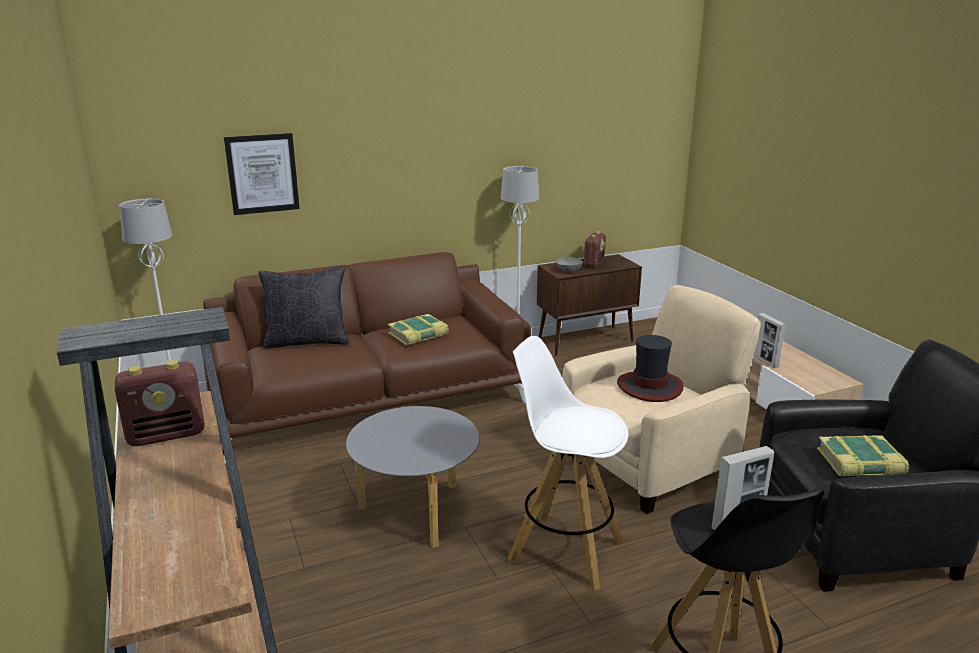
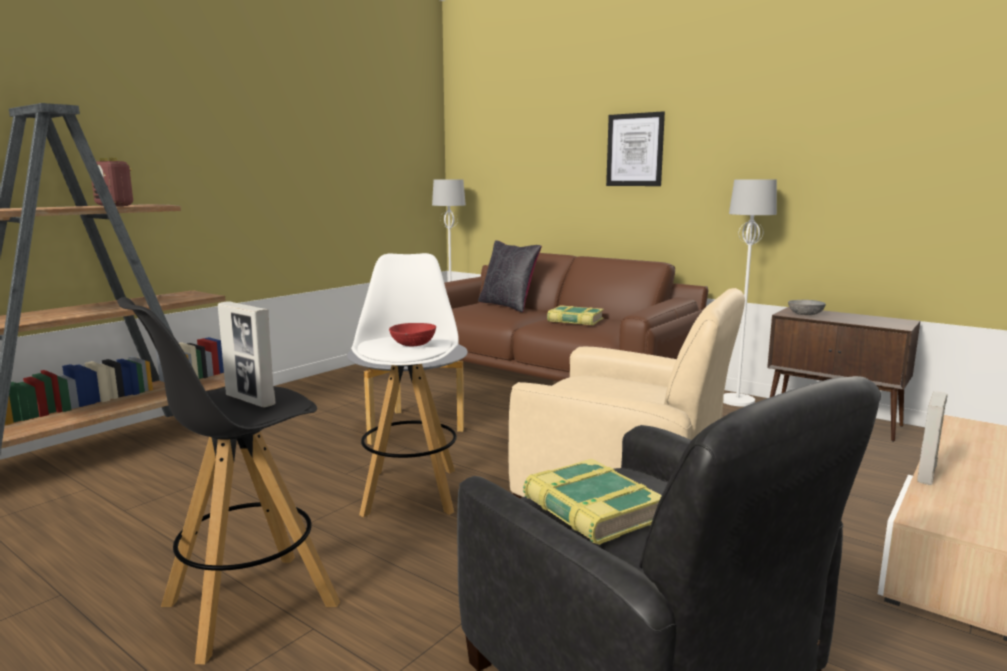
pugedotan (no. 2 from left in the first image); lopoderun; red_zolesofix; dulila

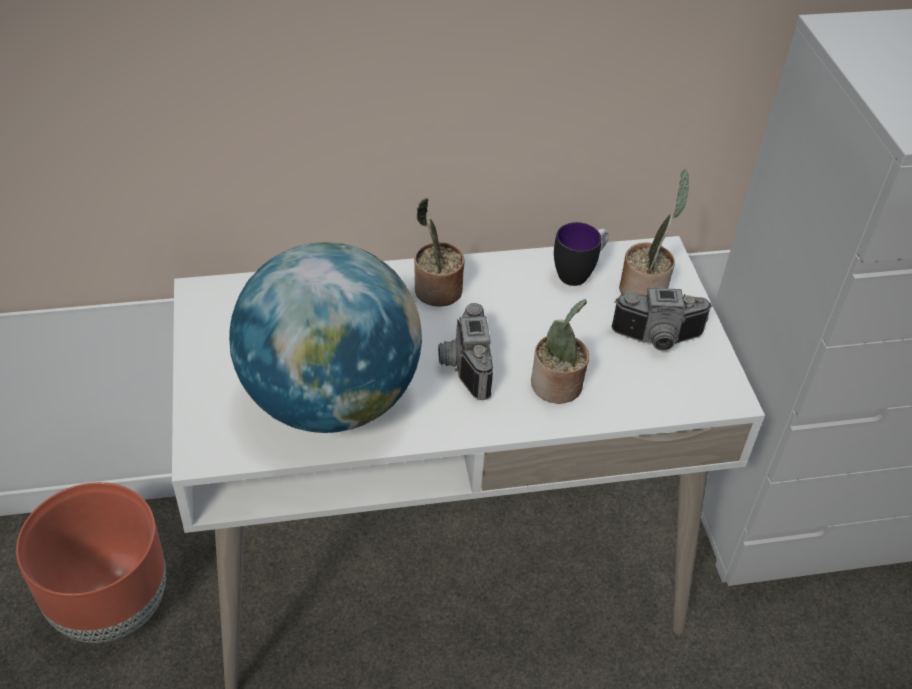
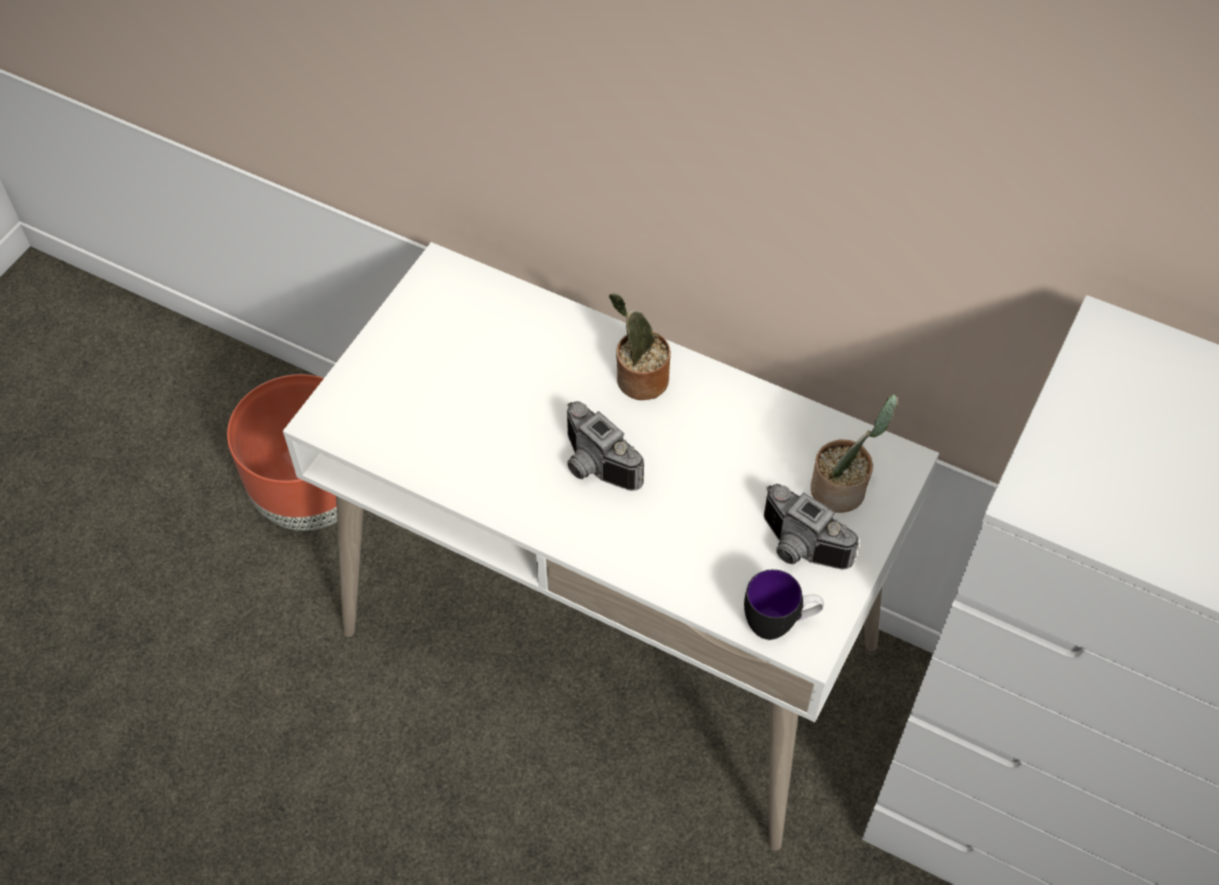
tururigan; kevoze (no. 2 from left in the first image); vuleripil; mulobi (no. 1 from left)

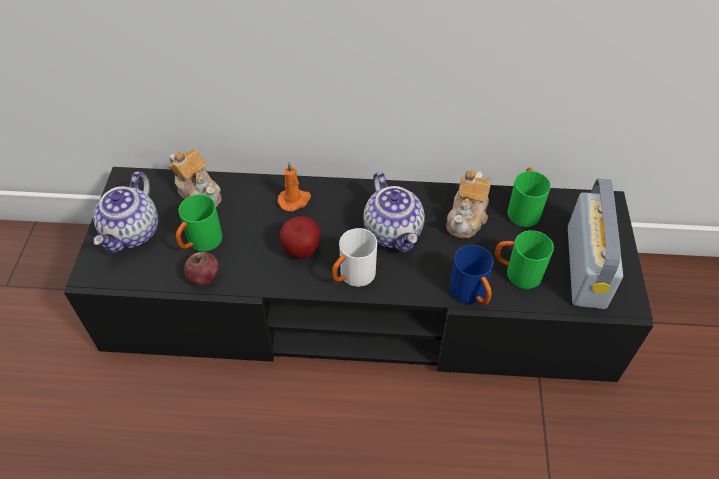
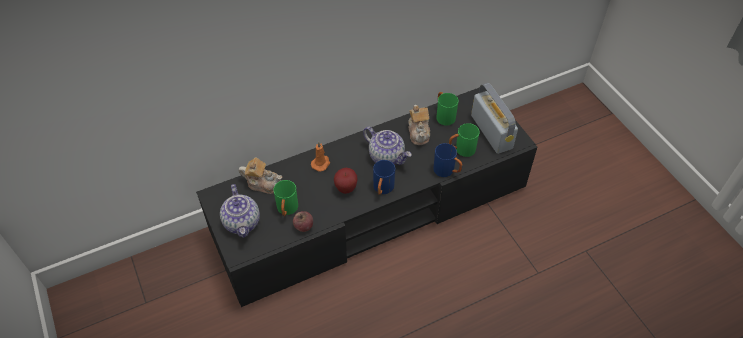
blue_vuleripil (no. 1 from left)

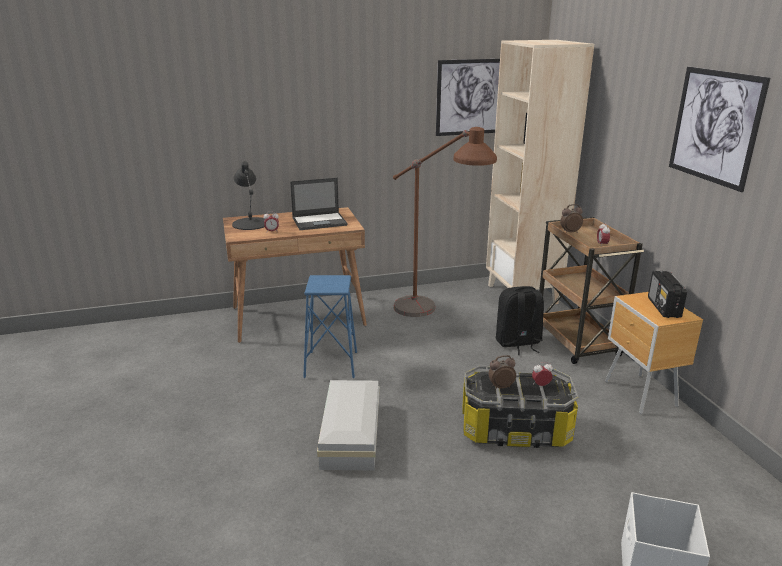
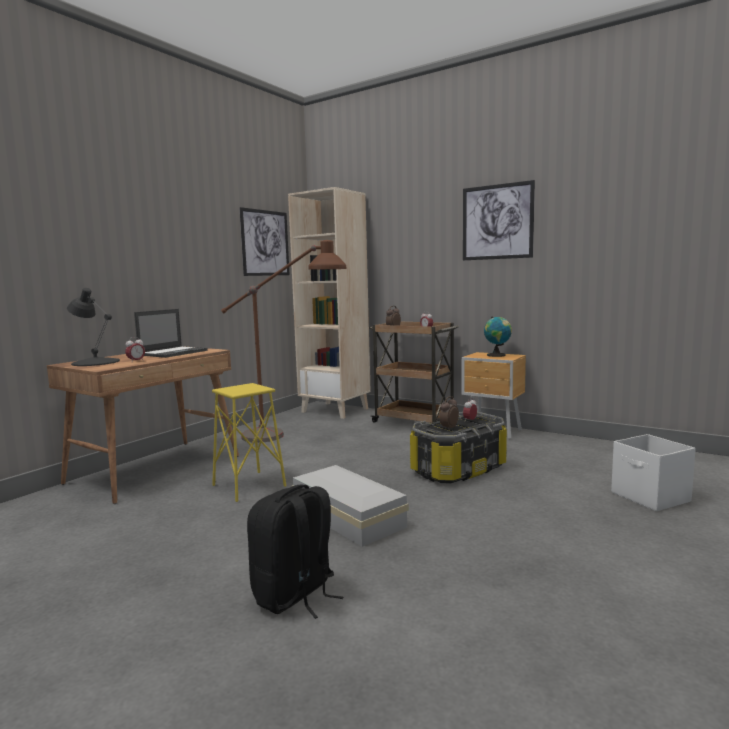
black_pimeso; tururigan; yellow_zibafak

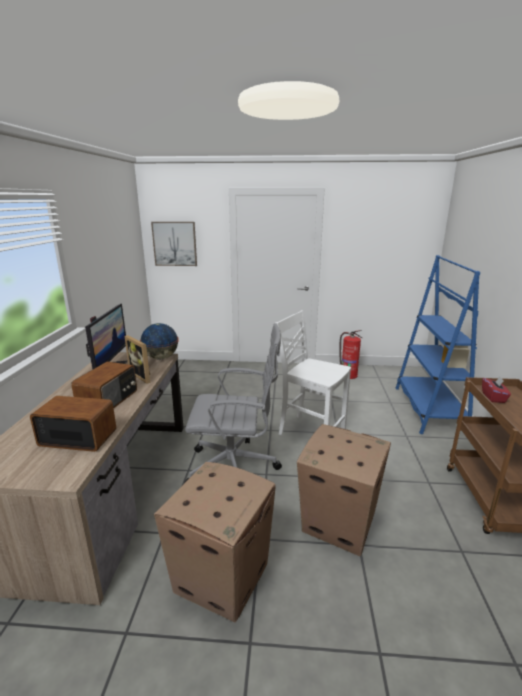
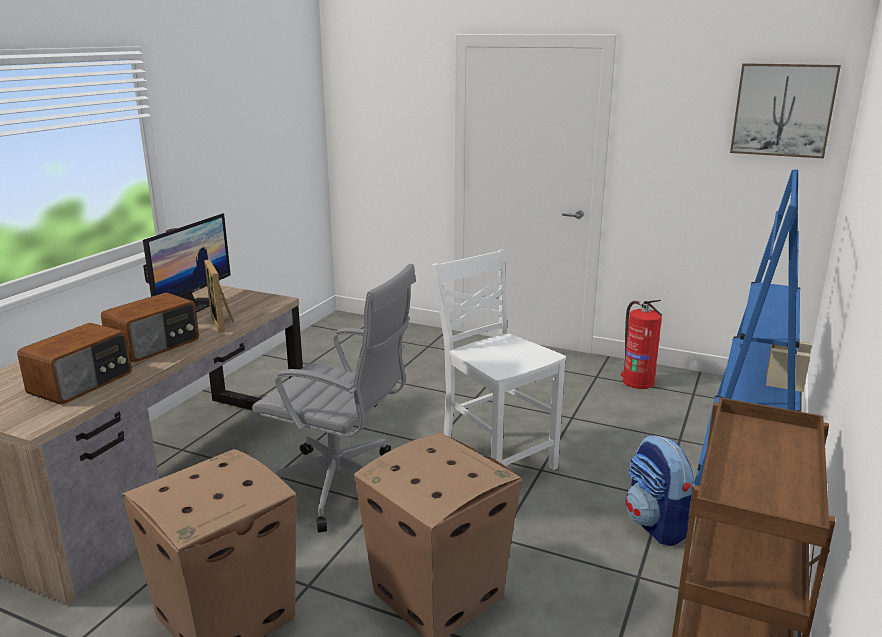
tururigan; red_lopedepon; pimeso; dulila; pugedotan (no. 1 from left)

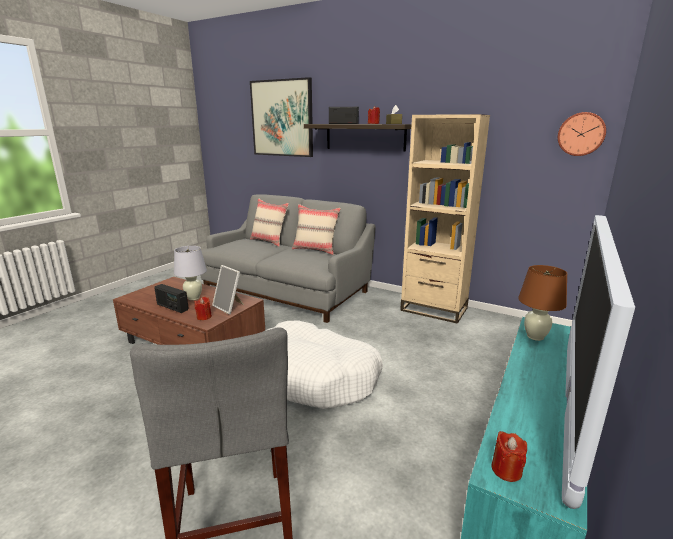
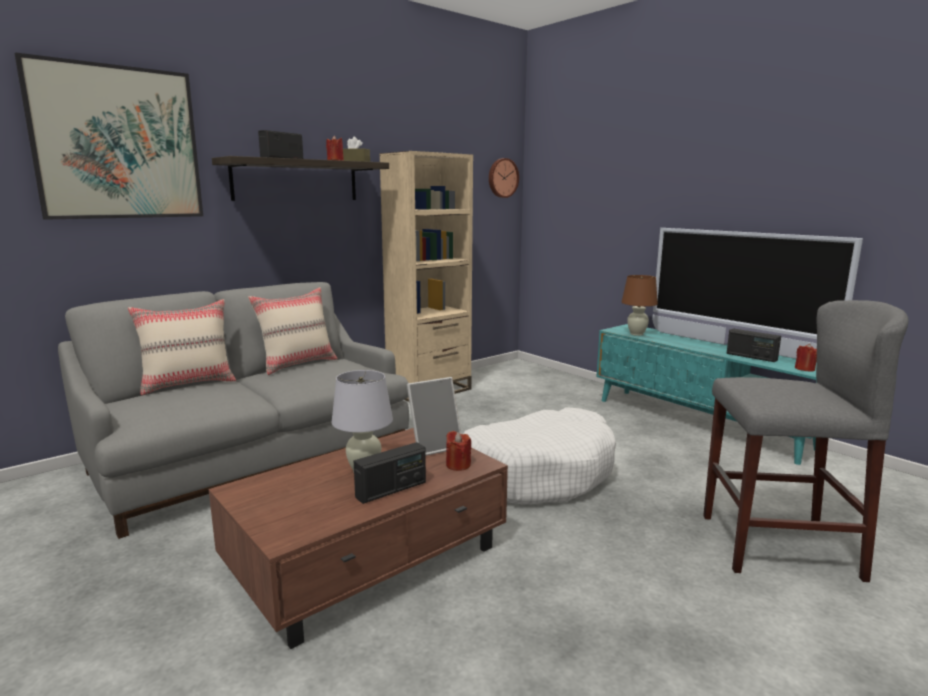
pugedotan (no. 3 from left)

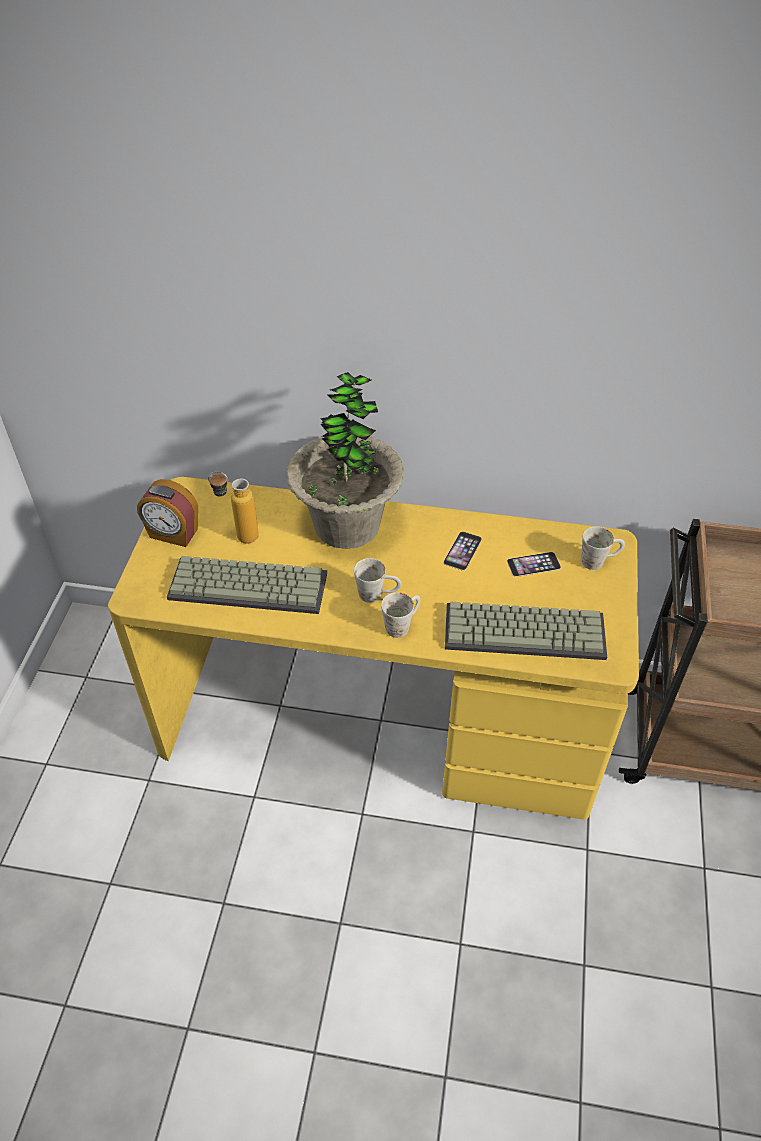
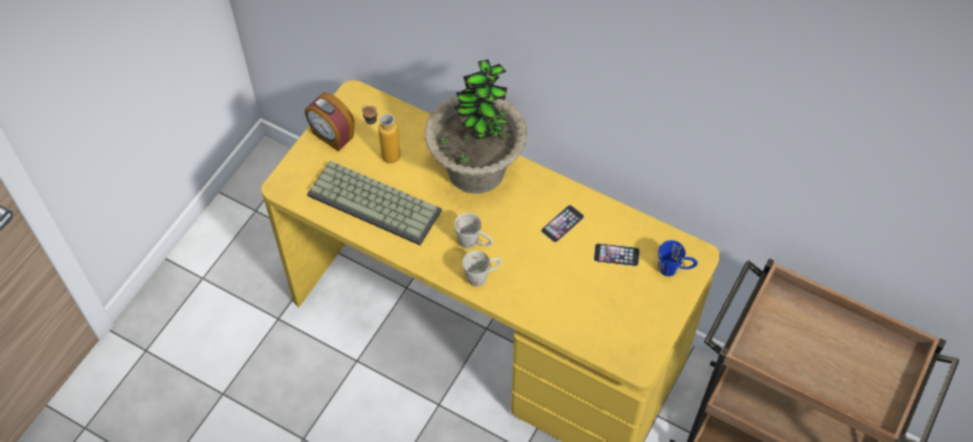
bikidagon (no. 2 from left in the first image); blue_vuleripil

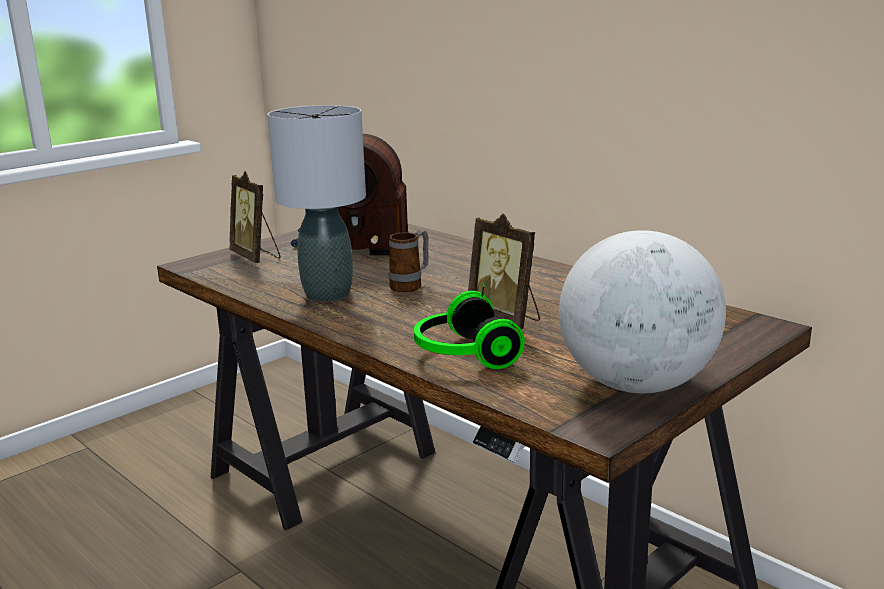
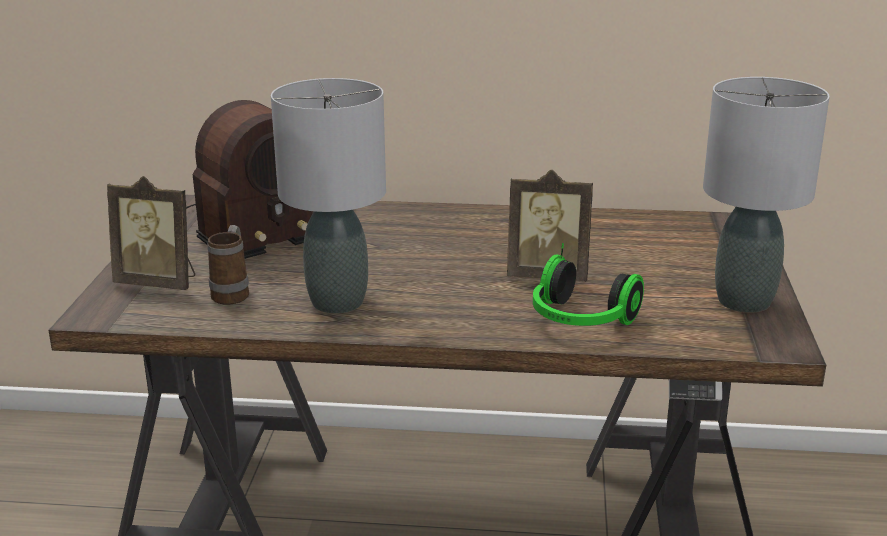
vuleripil; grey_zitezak (no. 2 from left)

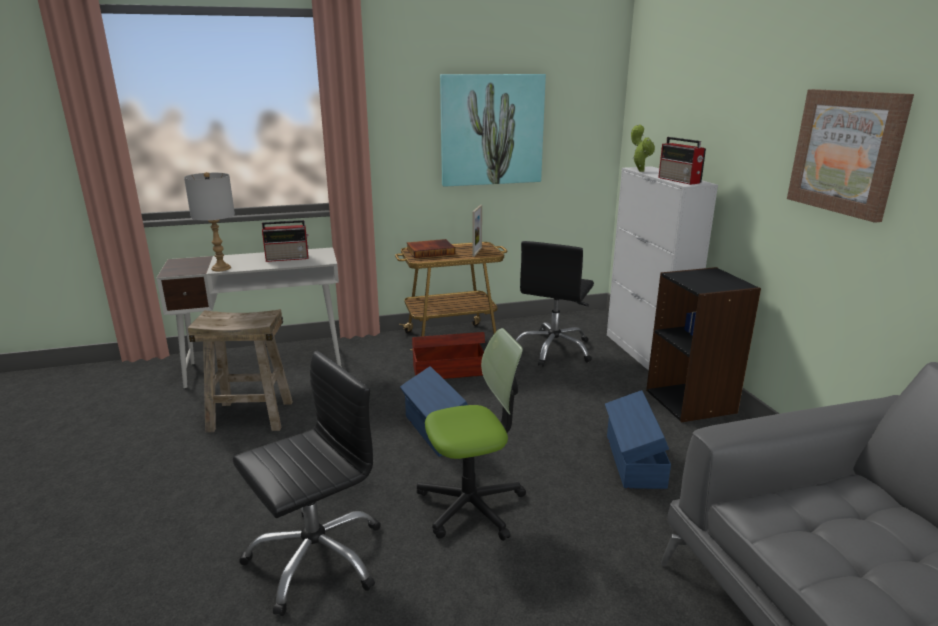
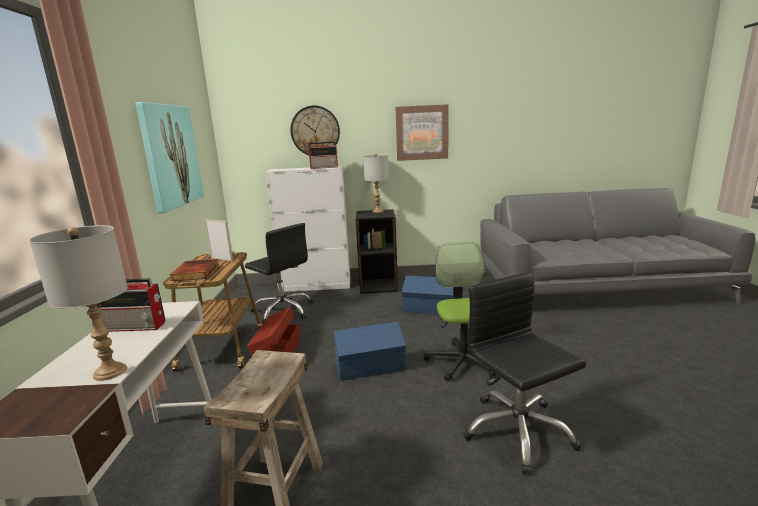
kevoze; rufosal; grey_zitezak (no. 2 from left); pugedotan (no. 1 from left)

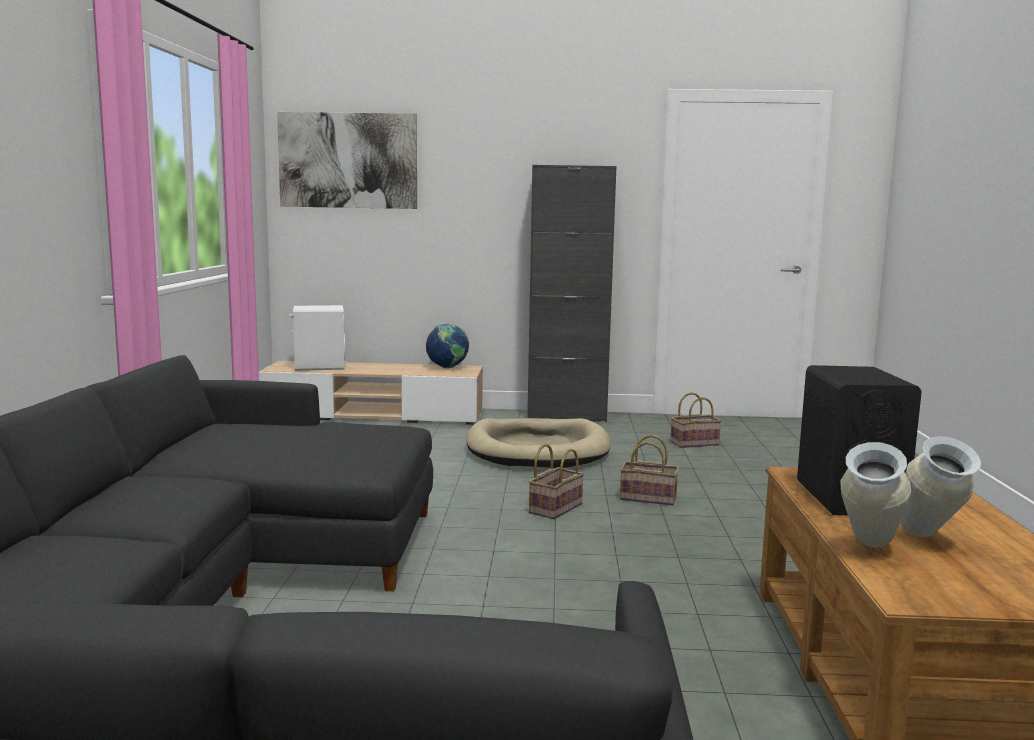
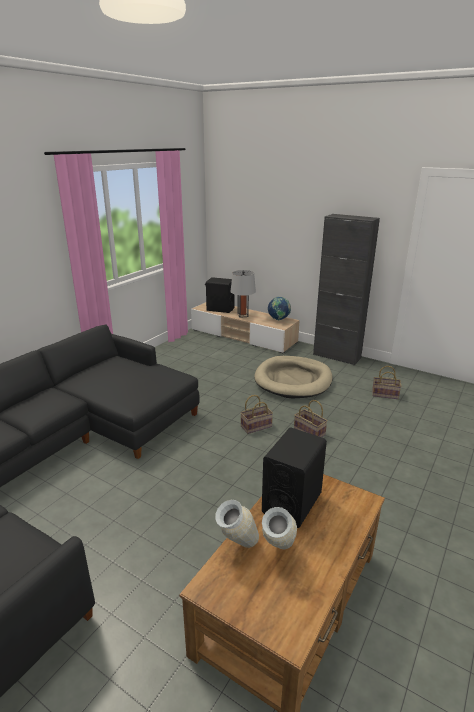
dulila; grey_zitezak; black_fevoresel (no. 1 from left)

